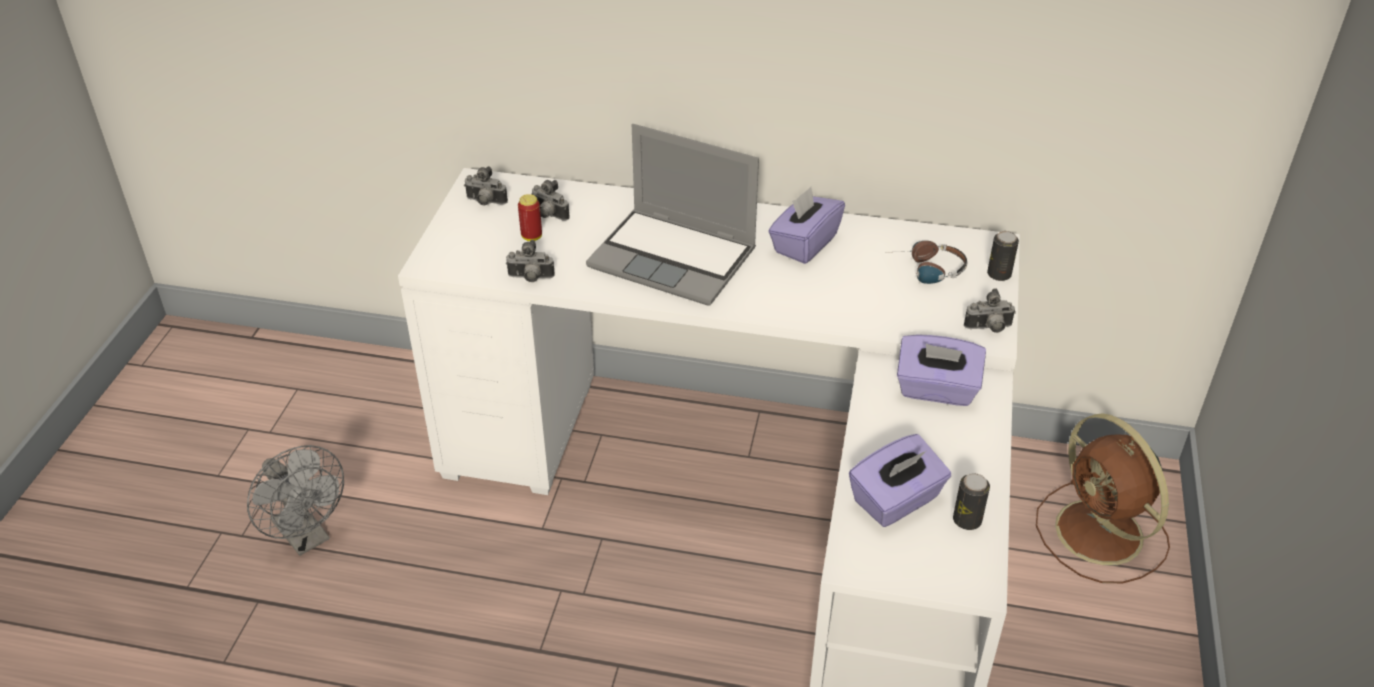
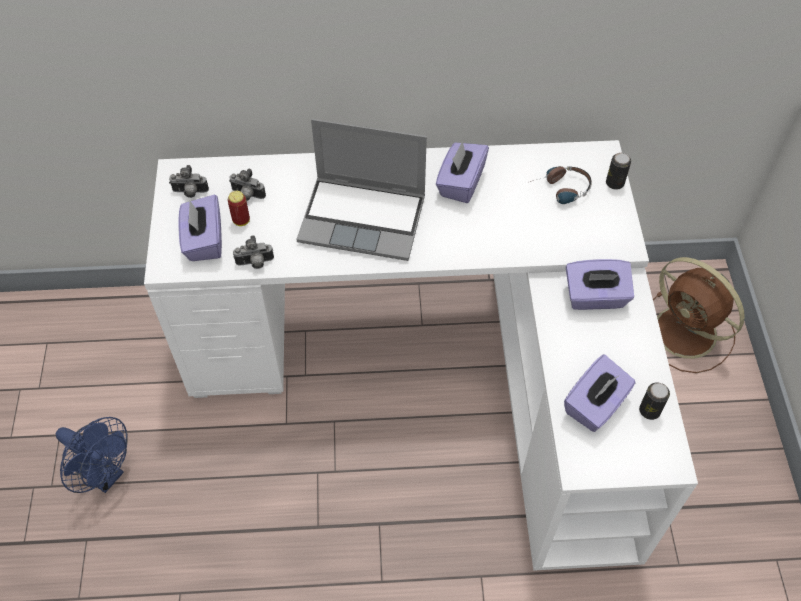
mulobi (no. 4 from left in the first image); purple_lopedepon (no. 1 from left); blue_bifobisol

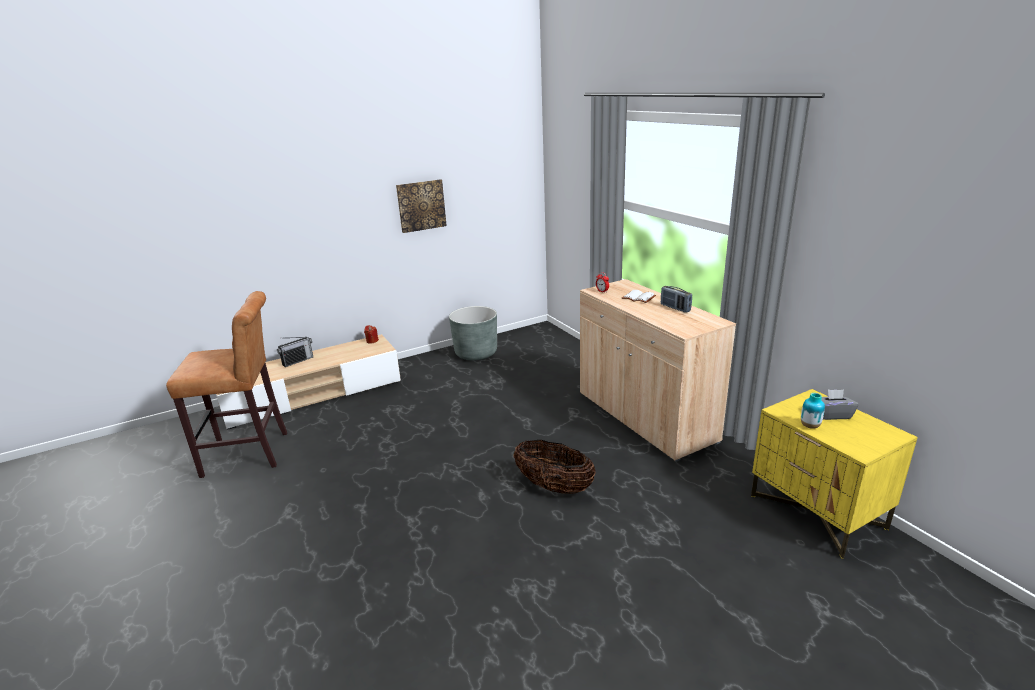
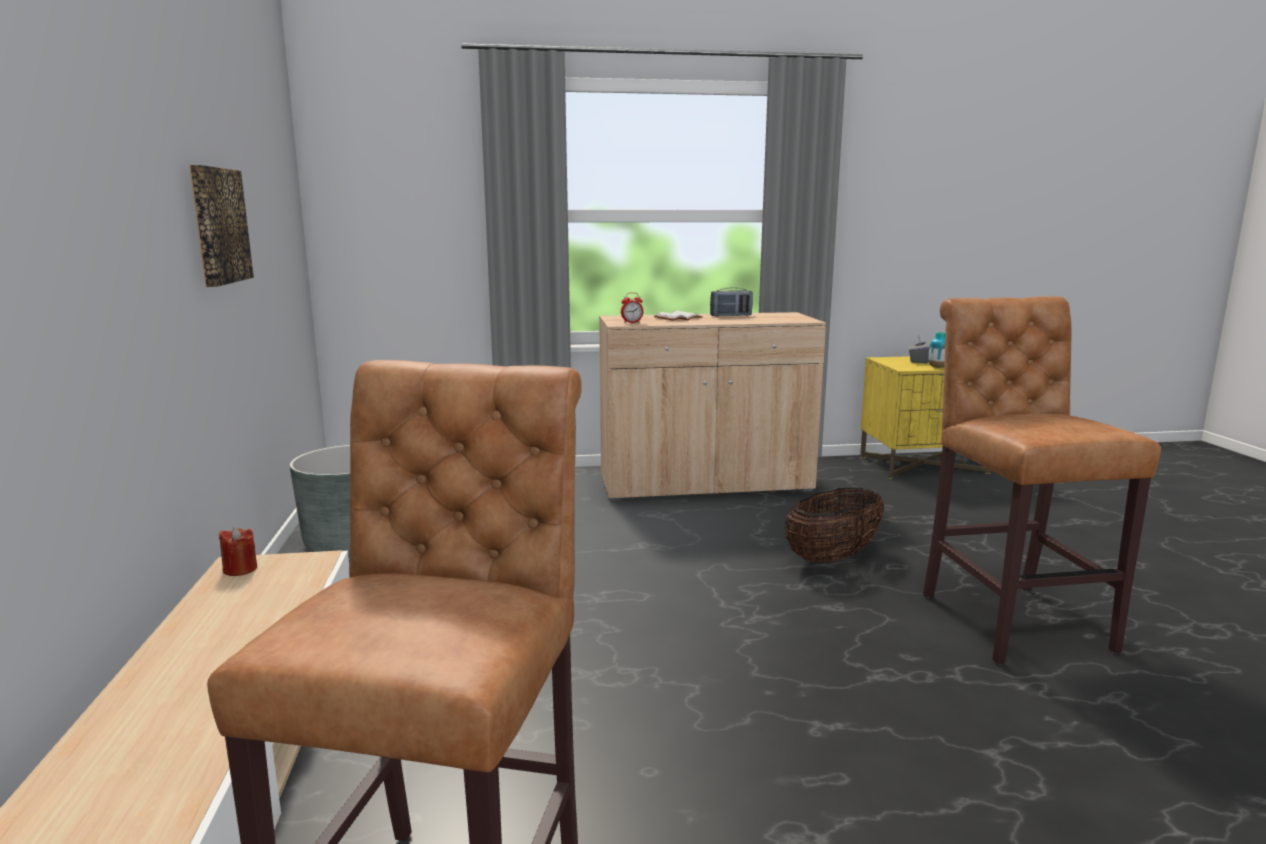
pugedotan (no. 1 from left in the first image); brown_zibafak (no. 2 from left)

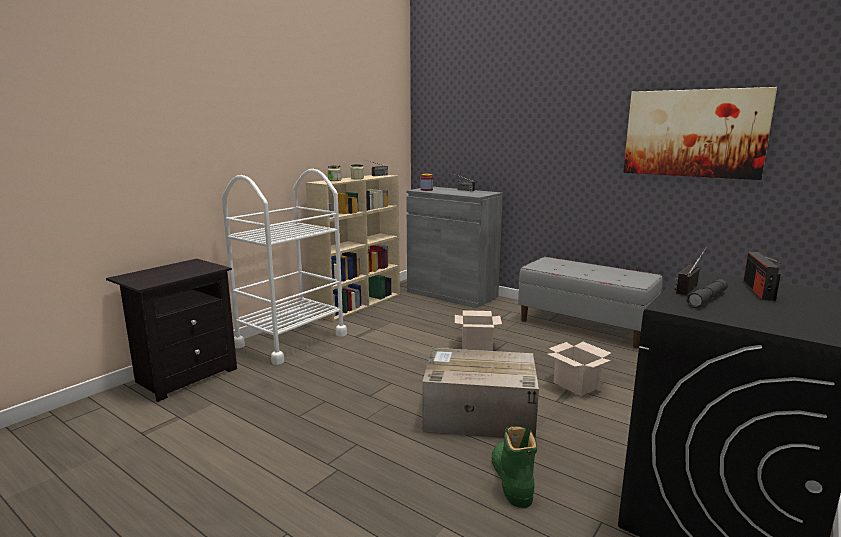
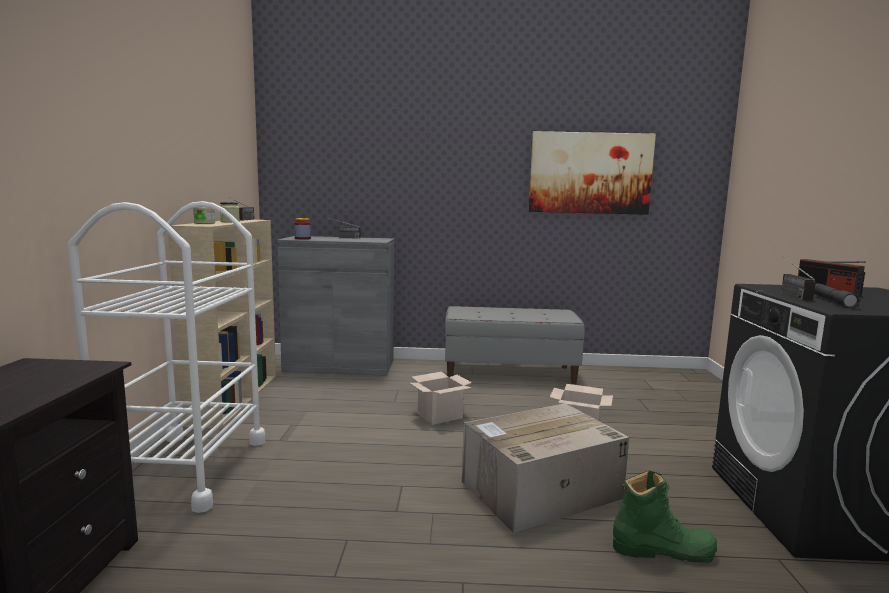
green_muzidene

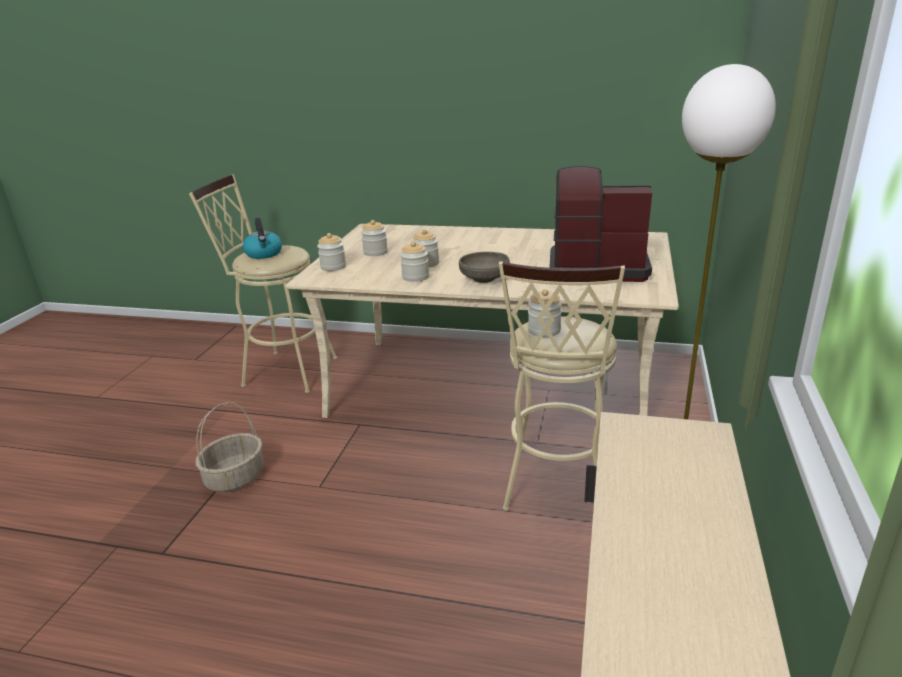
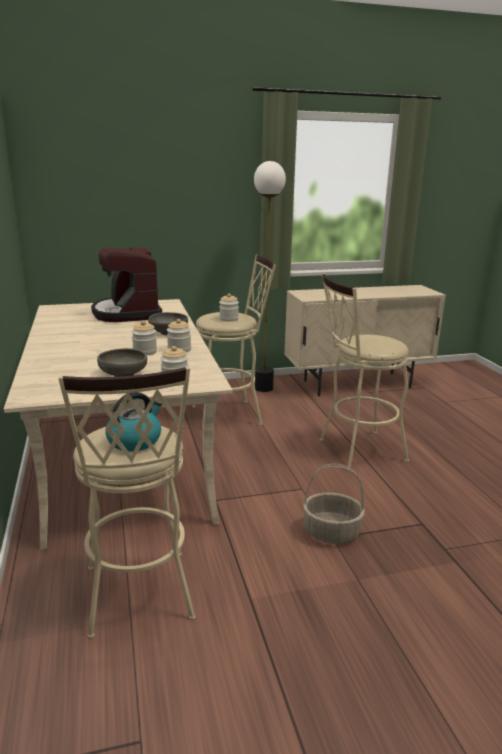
beige_zibafak (no. 3 from left); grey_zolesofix (no. 1 from left)

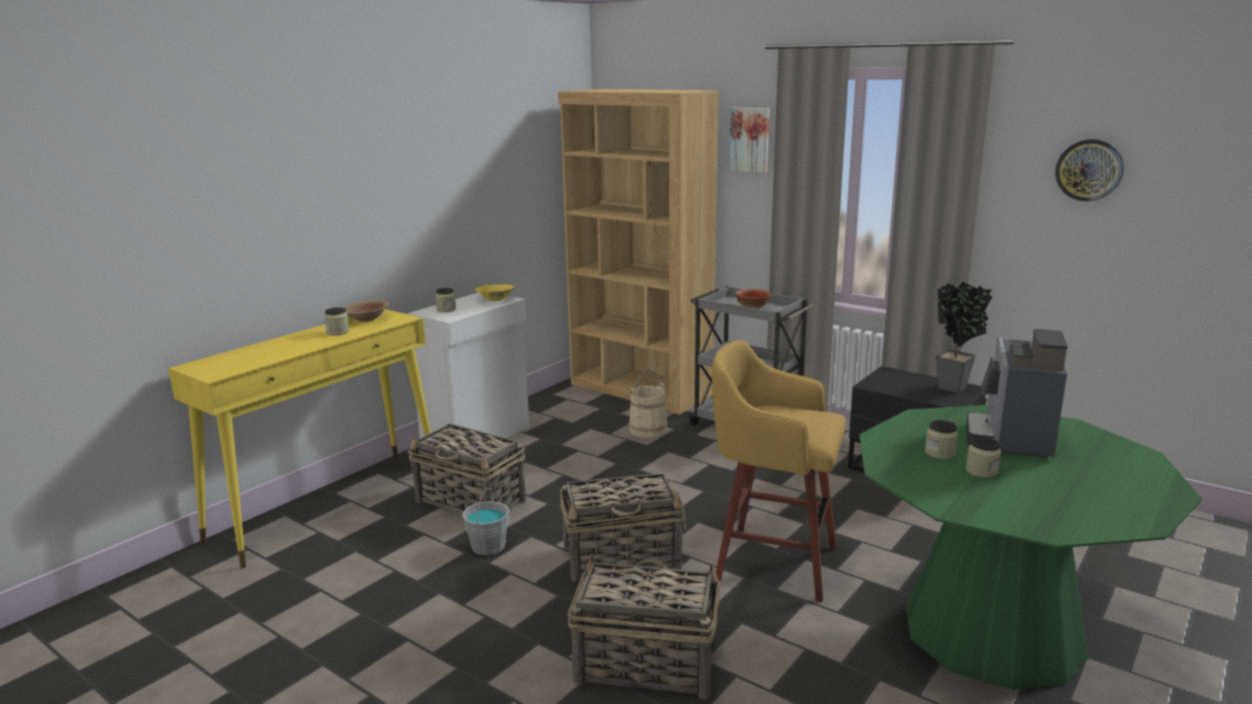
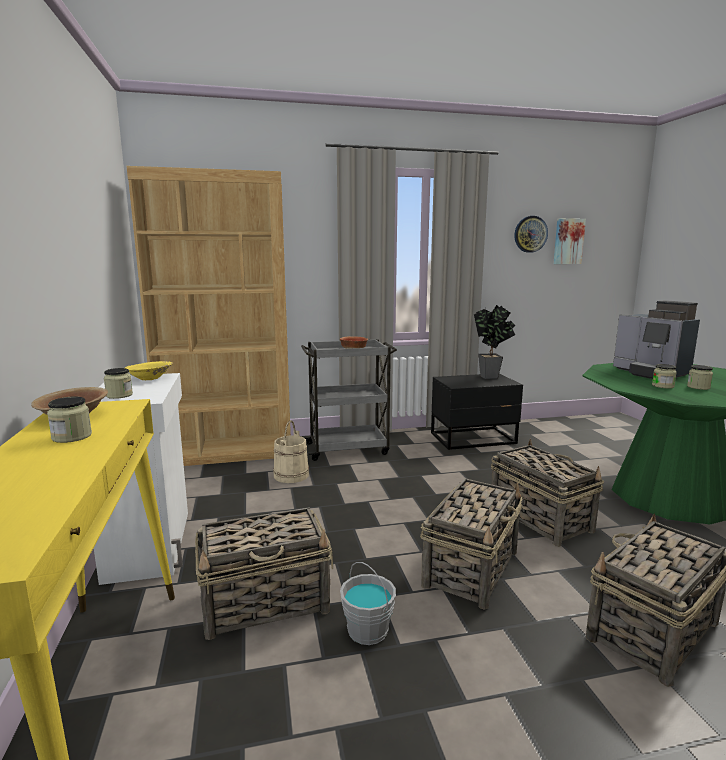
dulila; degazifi (no. 3 from left)

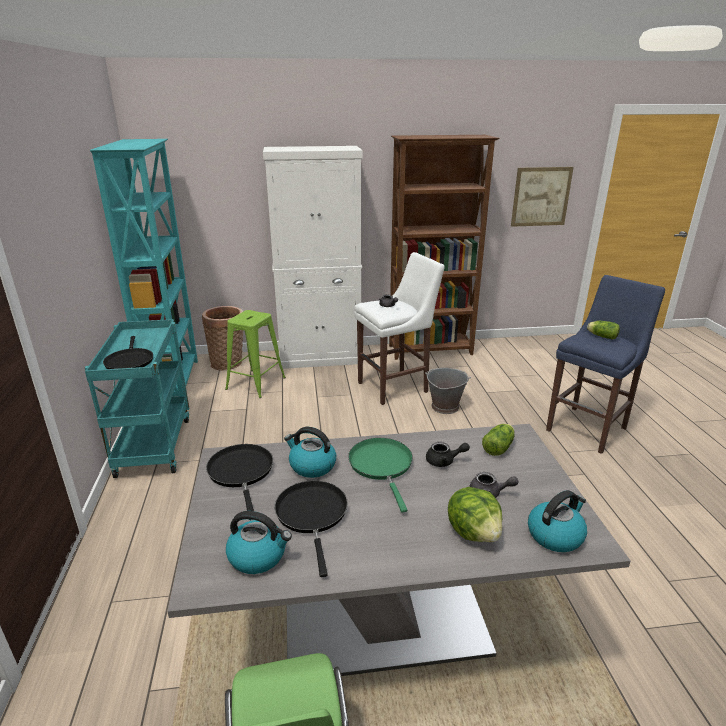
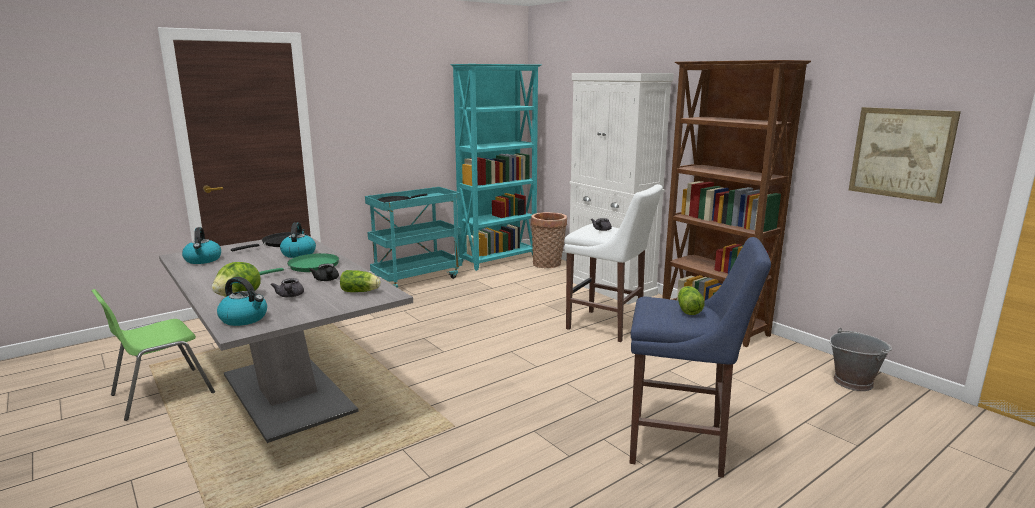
green_zibafak; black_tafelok (no. 3 from left in the first image); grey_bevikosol

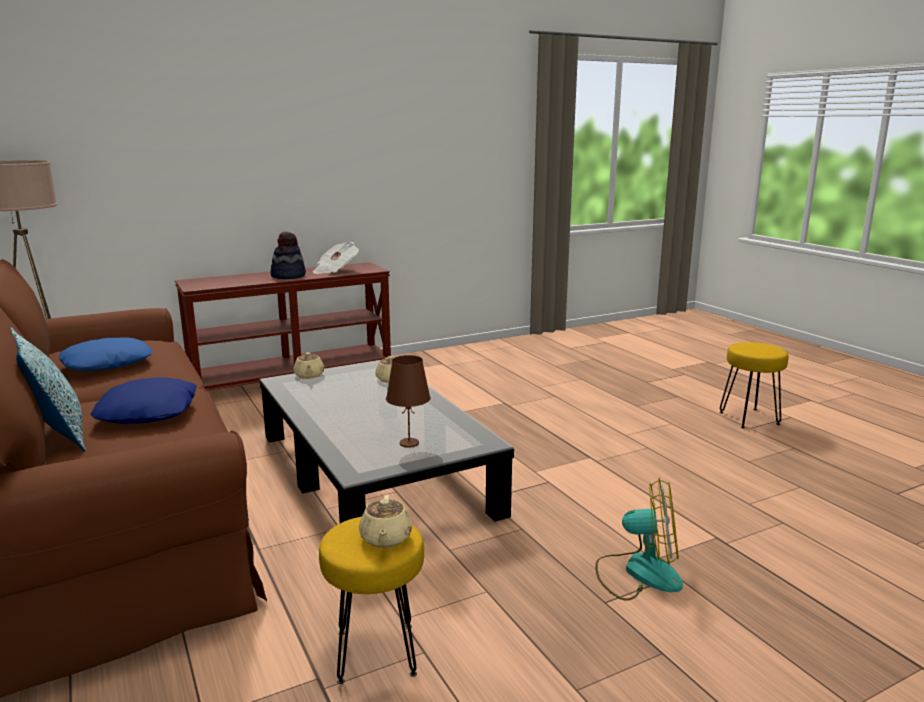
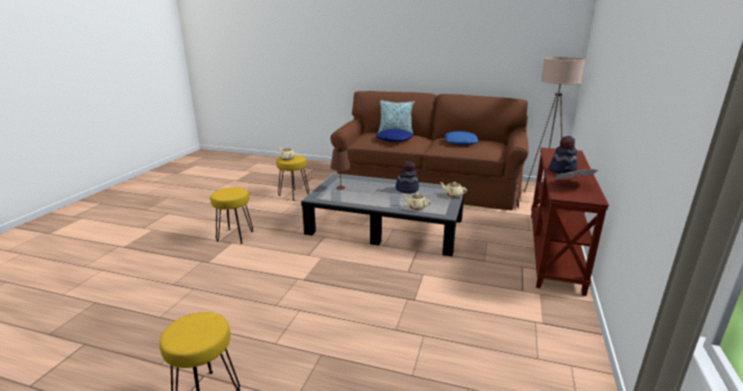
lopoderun (no. 1 from left); yellow_zibafak (no. 2 from left)

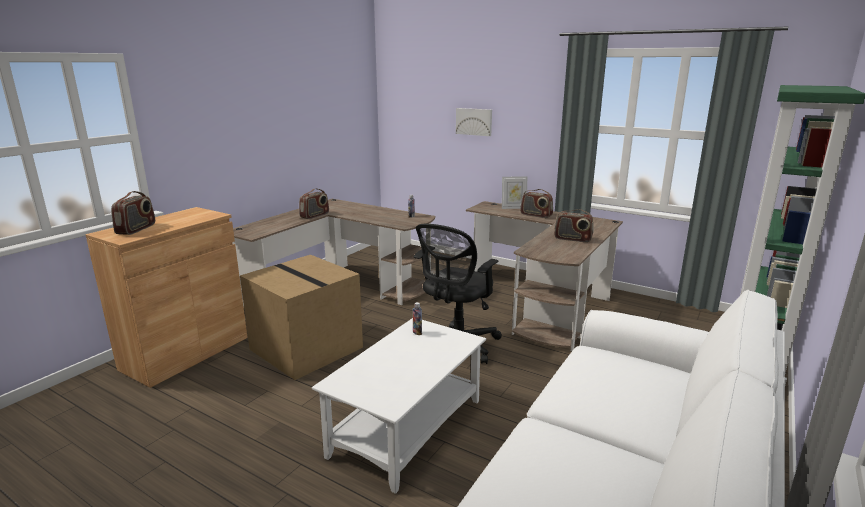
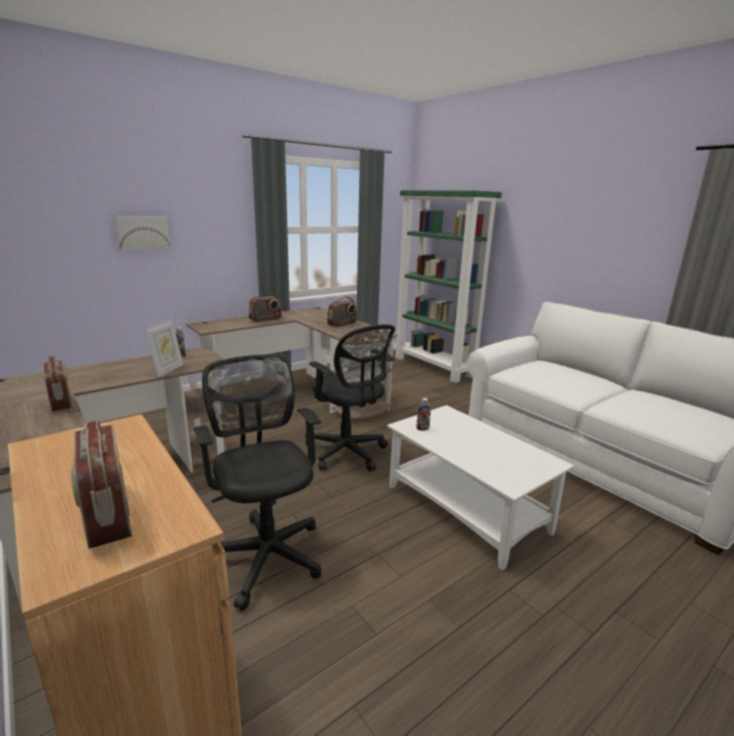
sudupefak; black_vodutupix (no. 1 from left); pugedotan (no. 2 from left)

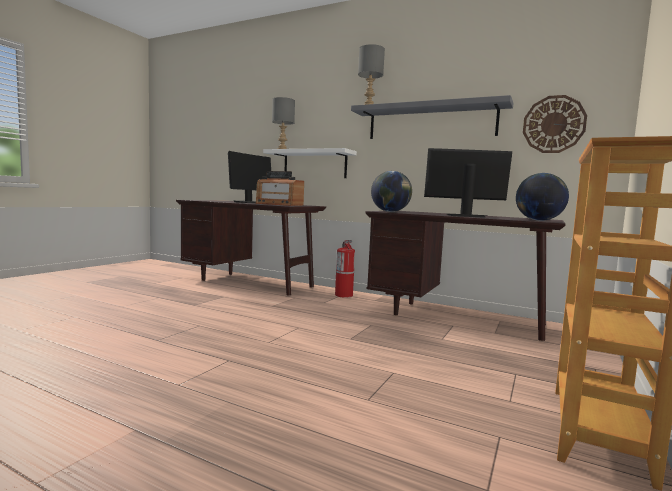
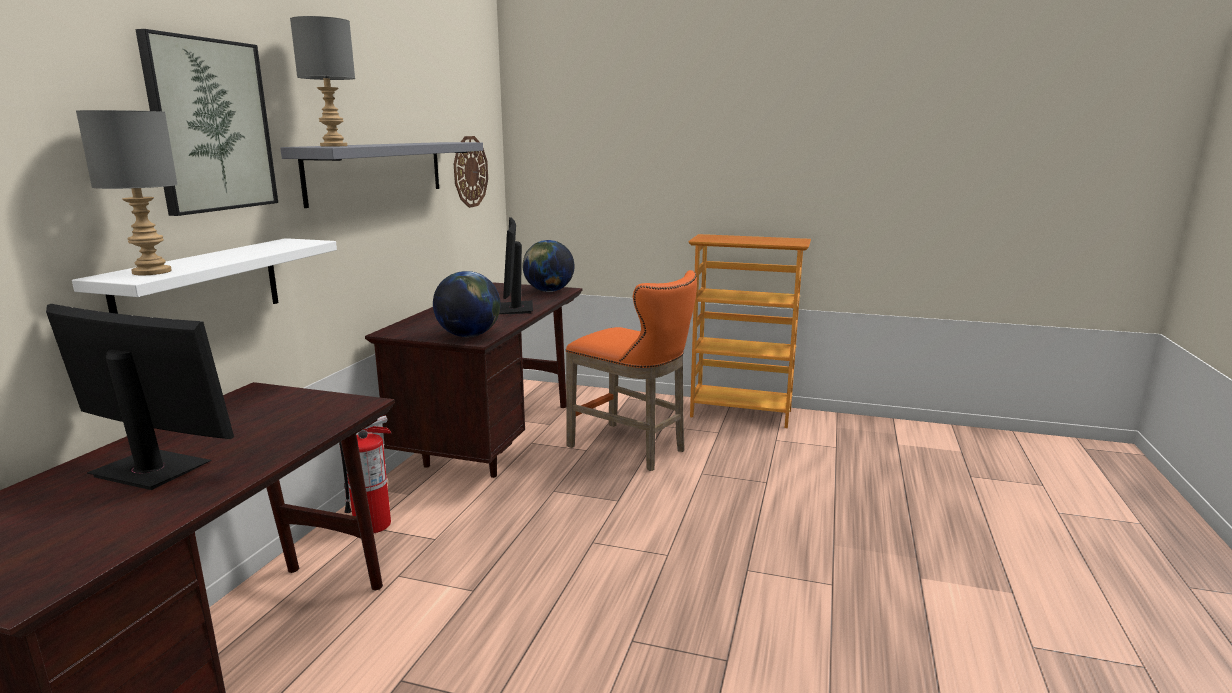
pugedotan; dulila; orange_zibafak

